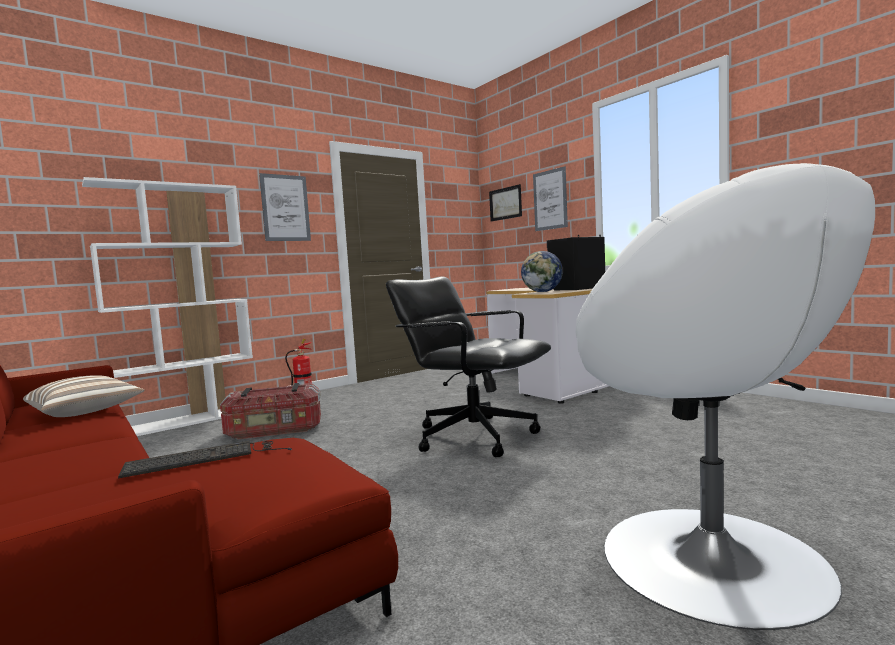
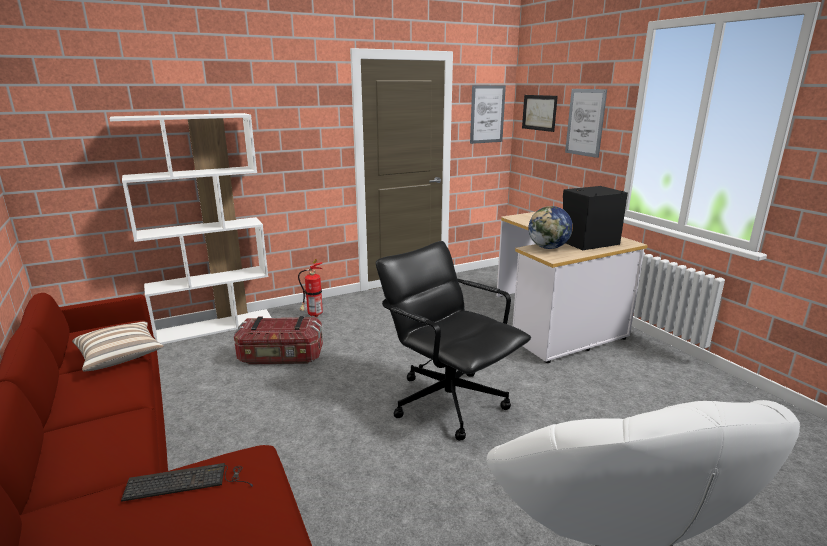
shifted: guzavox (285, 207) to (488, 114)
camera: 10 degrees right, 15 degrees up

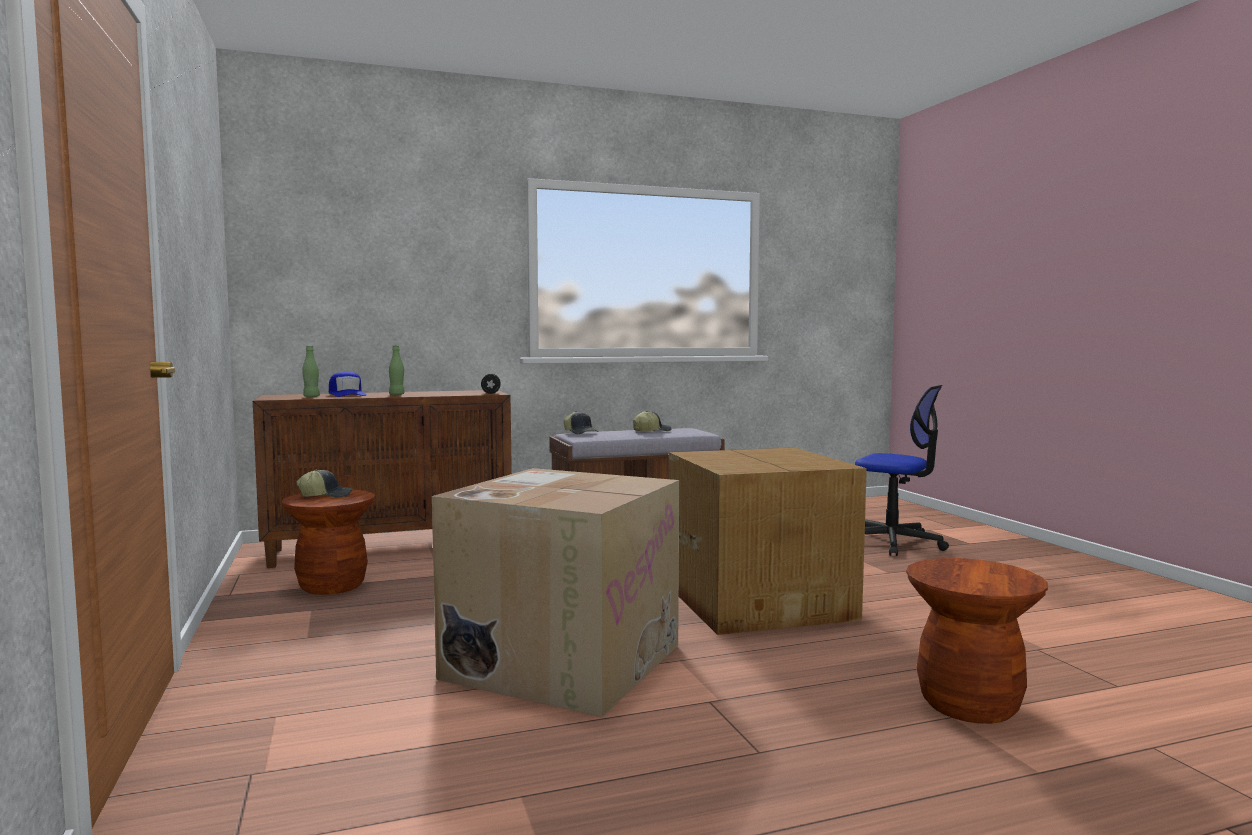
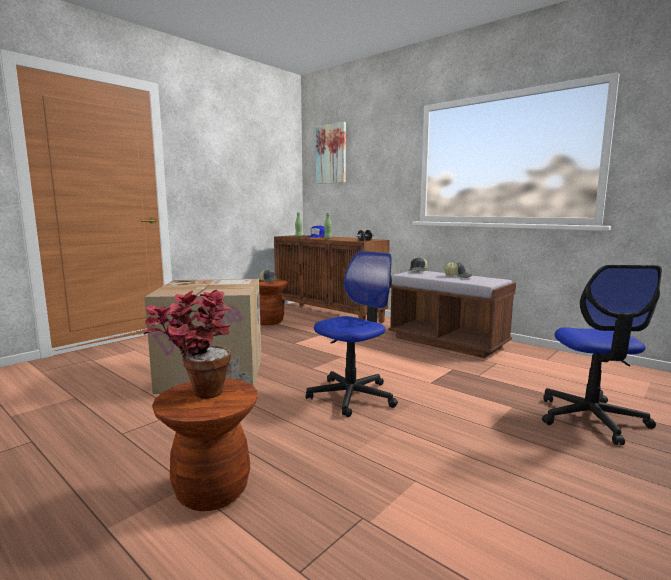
new: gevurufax (187, 344); guzavox (331, 153)
swapped: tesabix (768, 541) to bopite (352, 334)
camera: 60 degrees right, 5 degrees up

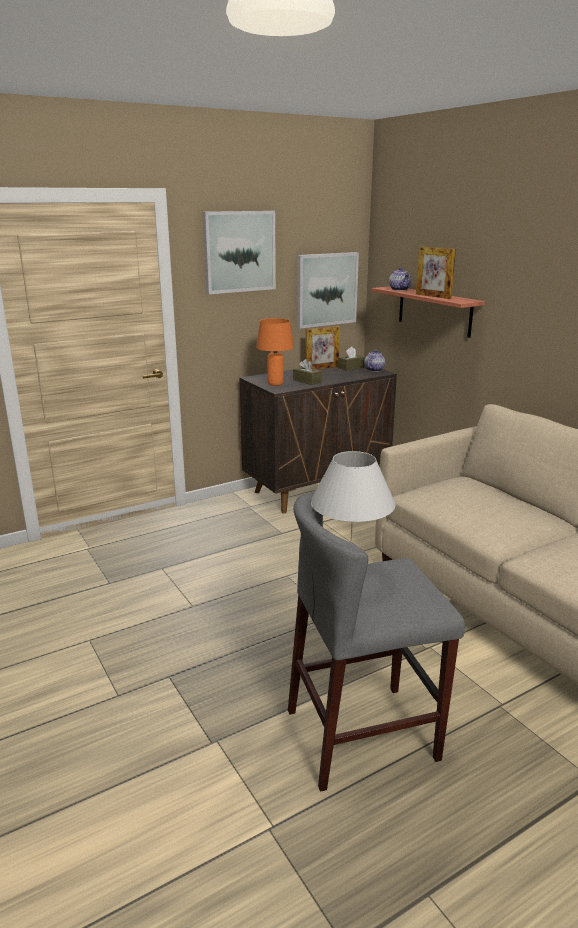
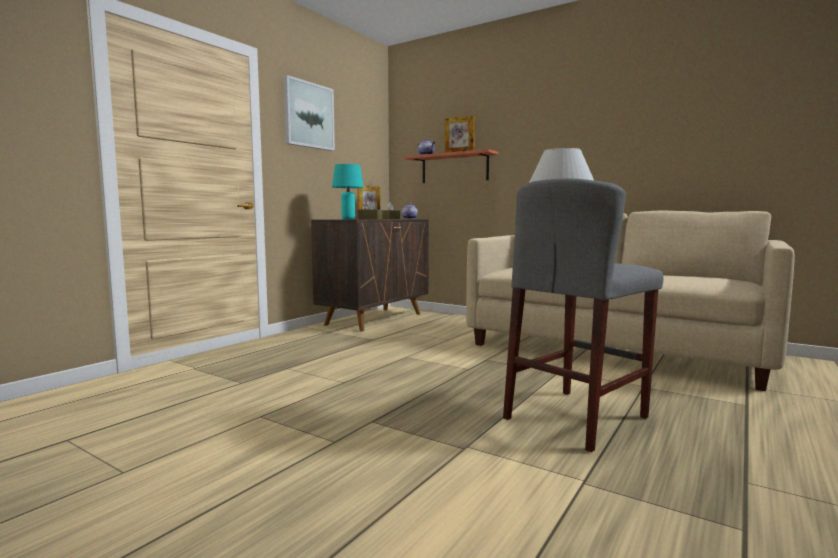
gone: guzavox (328, 290)
repainted: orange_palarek (275, 352) to turquoise_palarek (348, 191)
camera: 25 degrees left, 15 degrees down

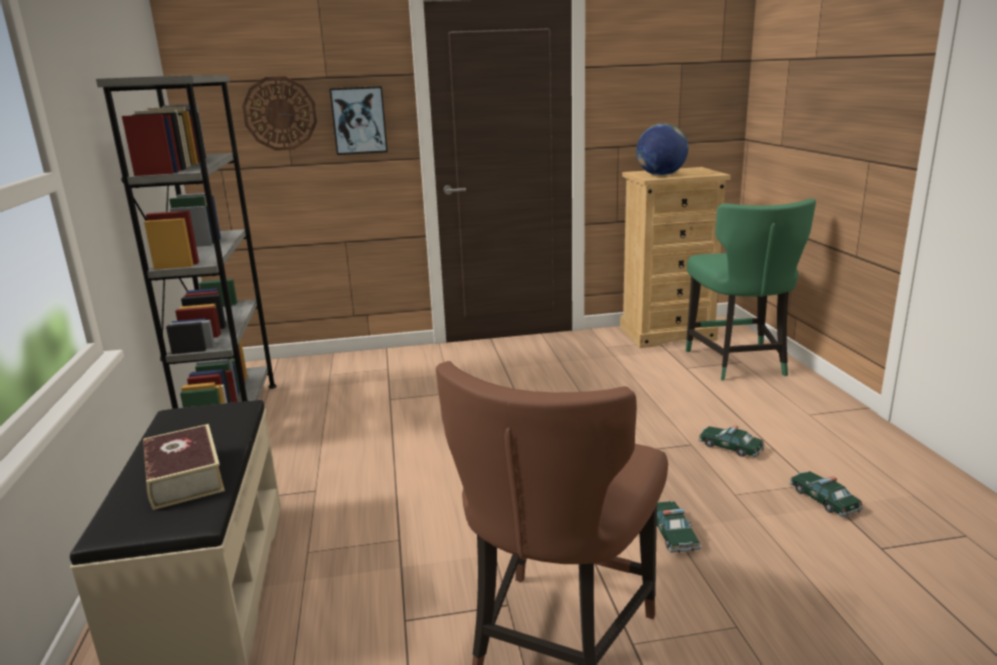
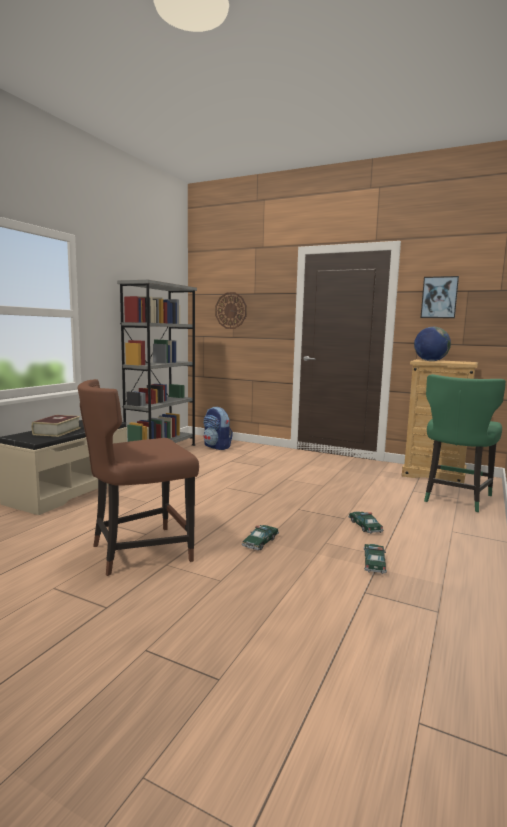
new: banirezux (218, 428)
shifted: guzavox (358, 120) to (440, 297)
camera: 35 degrees right, 10 degrees down

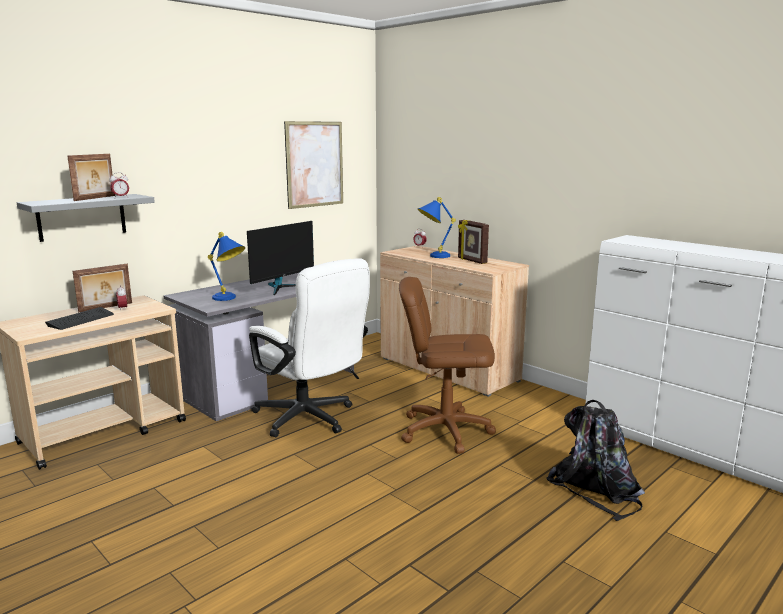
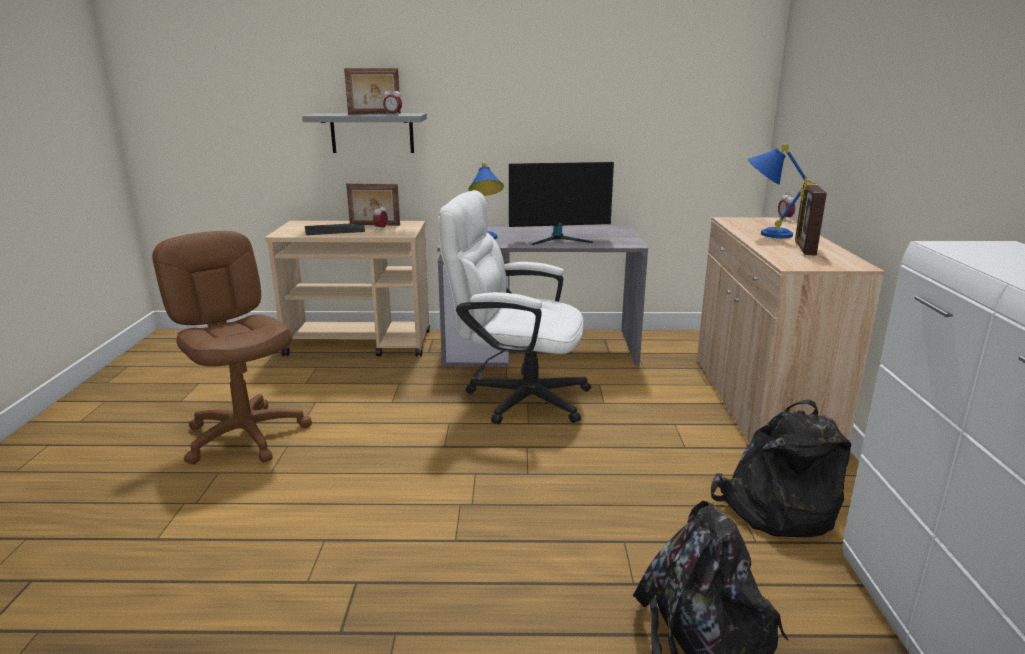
gone: guzavox (313, 165)
new: black_banirezux (781, 468)
shifted: brown_bopite (447, 365) to (232, 347)
rotated: white_bopite (309, 348) = (514, 307) 105 degrees clockwise
camera: 45 degrees right, 5 degrees up

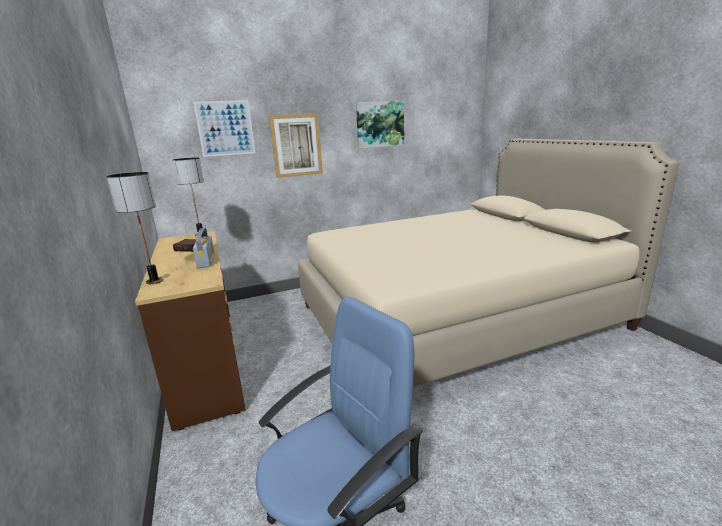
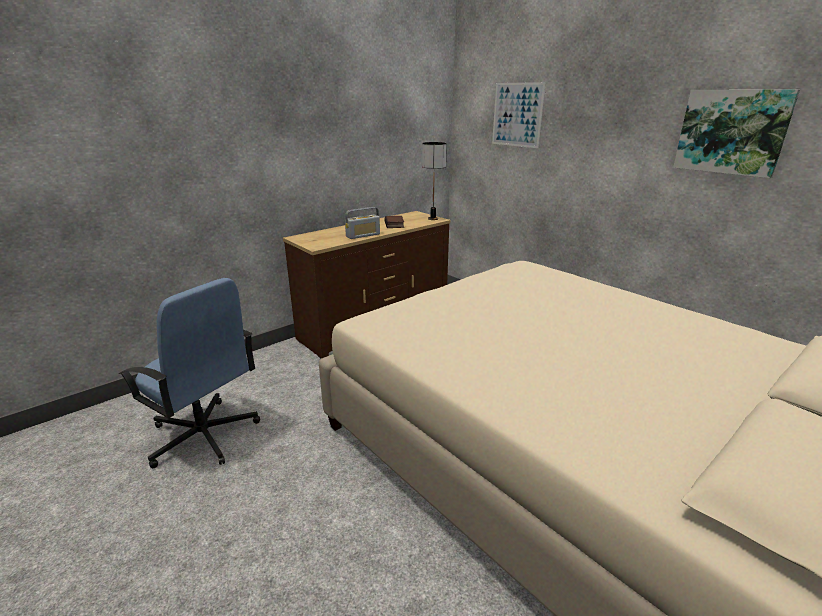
gone: palarek (135, 228); guzavox (296, 146)
camera: 70 degrees right, 5 degrees up

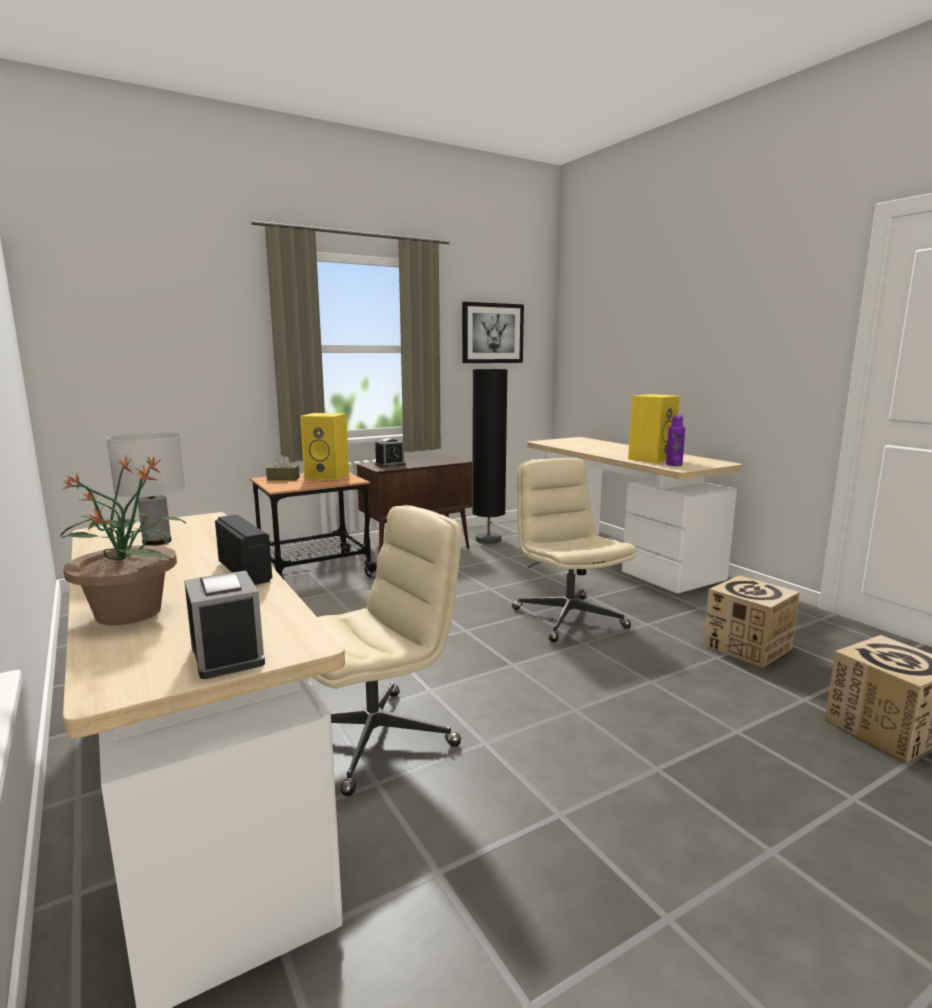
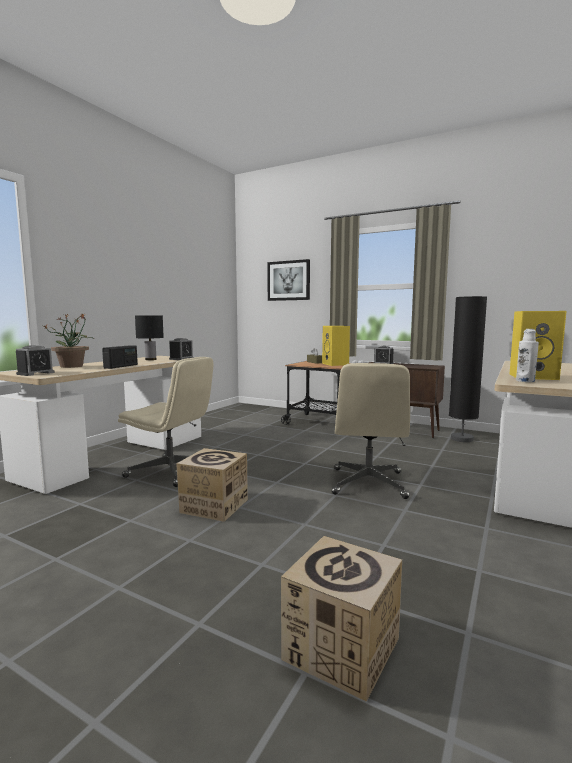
new: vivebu (181, 349)
shifted: tesabix (751, 621) to (212, 485); guzavox (493, 332) to (288, 280)
repainted: white_palarek (146, 489) to black_palarek (149, 338); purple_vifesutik (675, 440) to white_vifesutik (527, 355)
rotated: beige_bopite (574, 550) = (371, 431) 150 degrees clockwise
camera: 60 degrees right, 5 degrees down

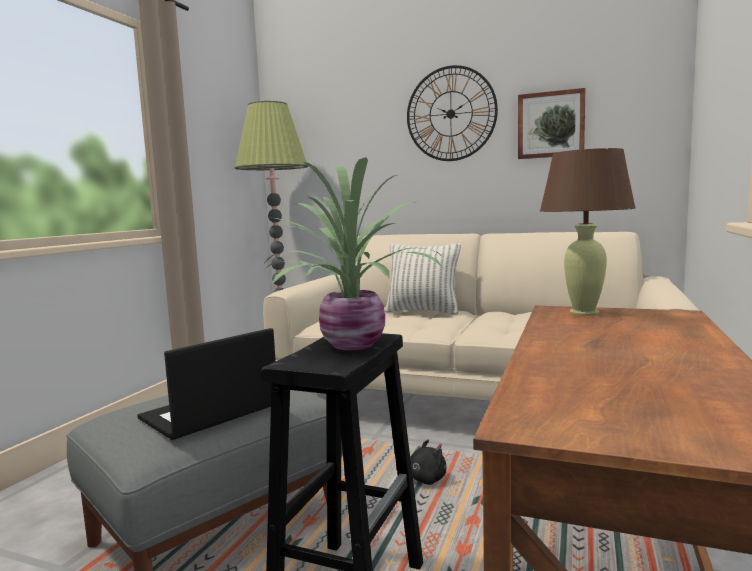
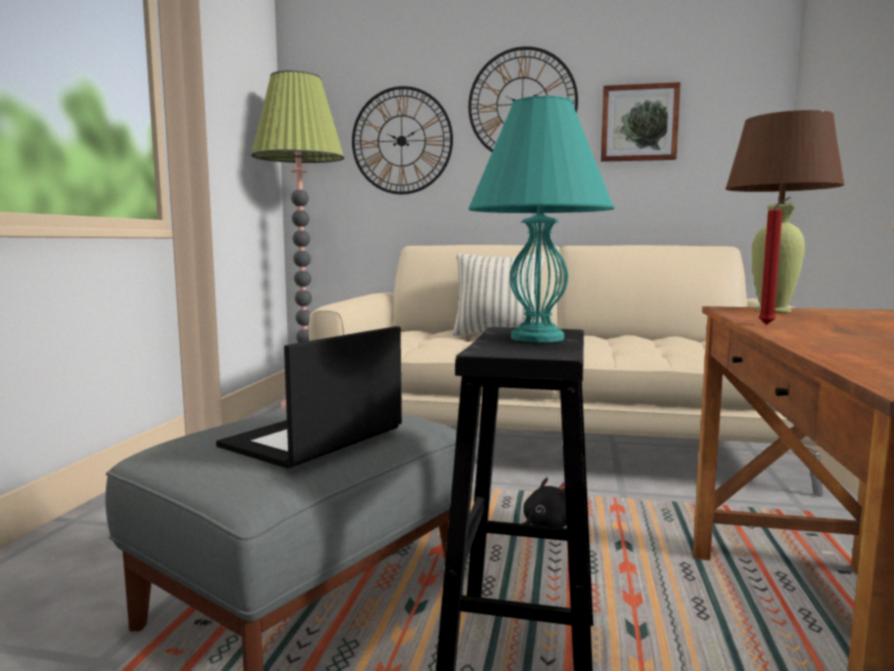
new: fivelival (402, 140); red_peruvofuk (775, 261)
swapped: gevurufax (353, 253) to turquoise_palarek (541, 219)
camera: 10 degrees left, 0 degrees up

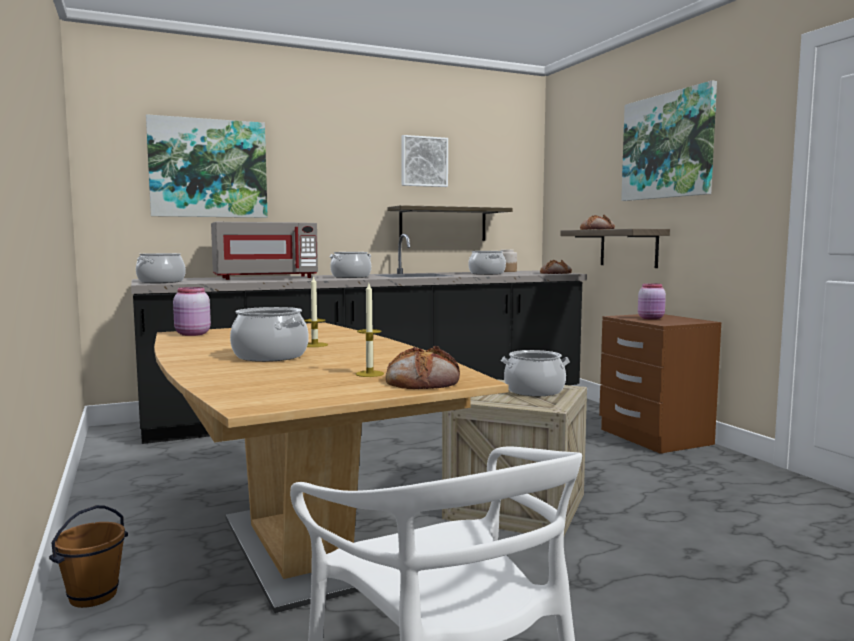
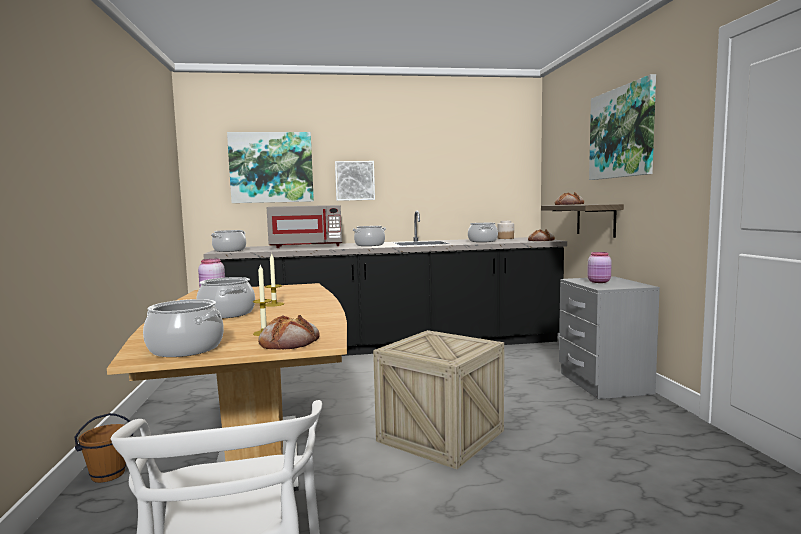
gone: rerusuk (450, 223)
shifted: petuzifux (535, 373) to (183, 328); guzavox (424, 161) to (355, 181)
repainted: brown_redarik (660, 384) to grey_redarik (609, 337)
camera: 15 degrees right, 0 degrees up

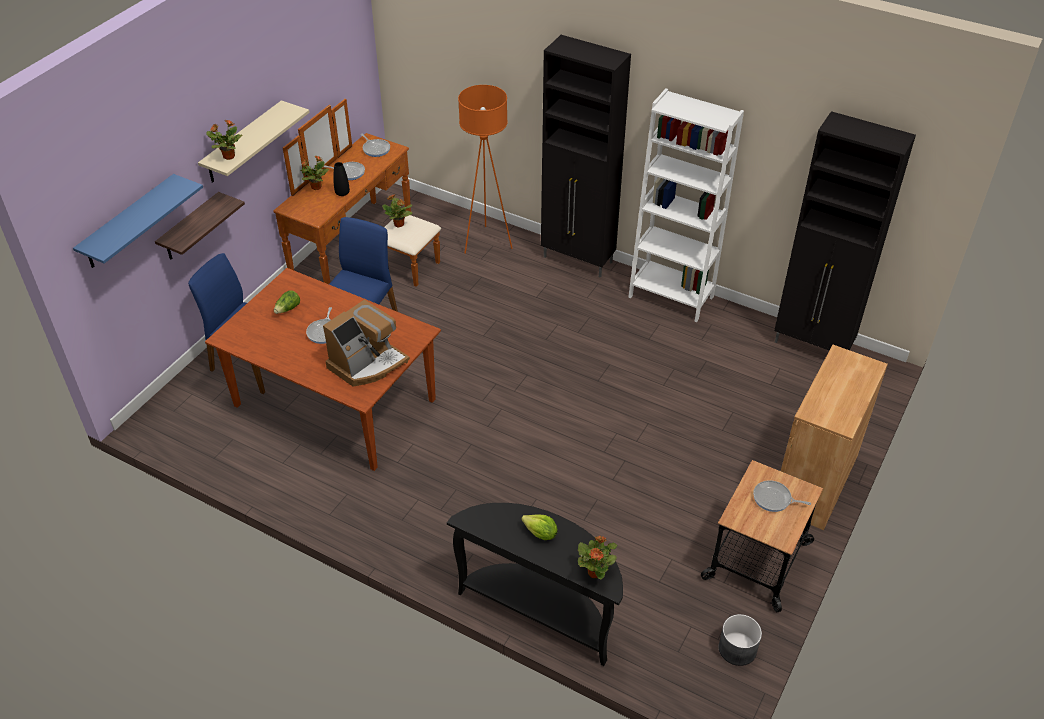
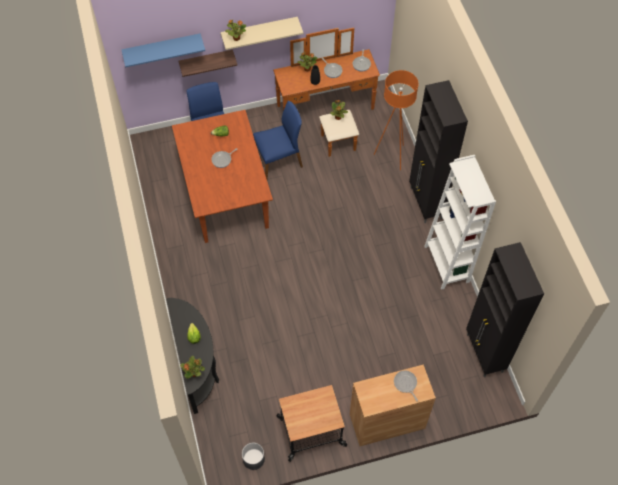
gone: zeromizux (366, 343)
shifted: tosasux (782, 496) to (406, 386)
camera: 45 degrees right, 15 degrees up

